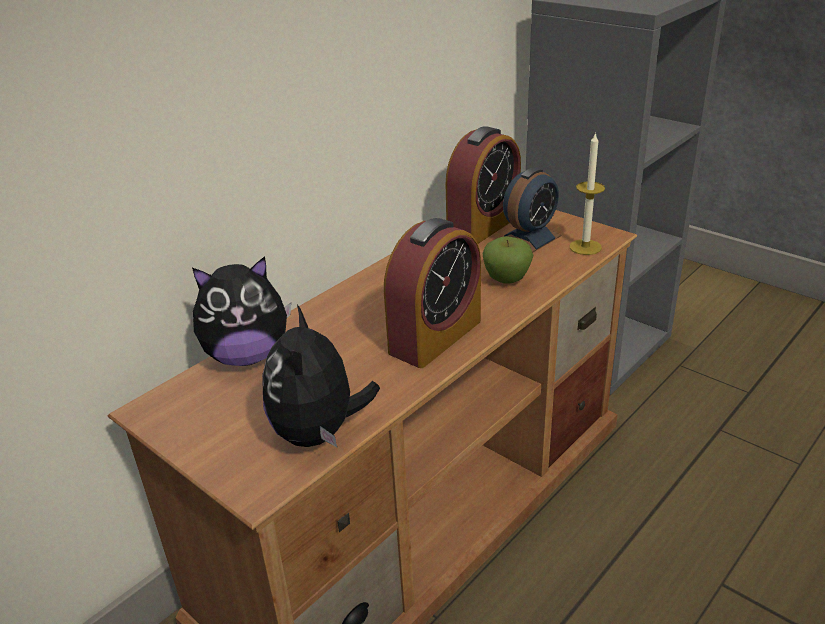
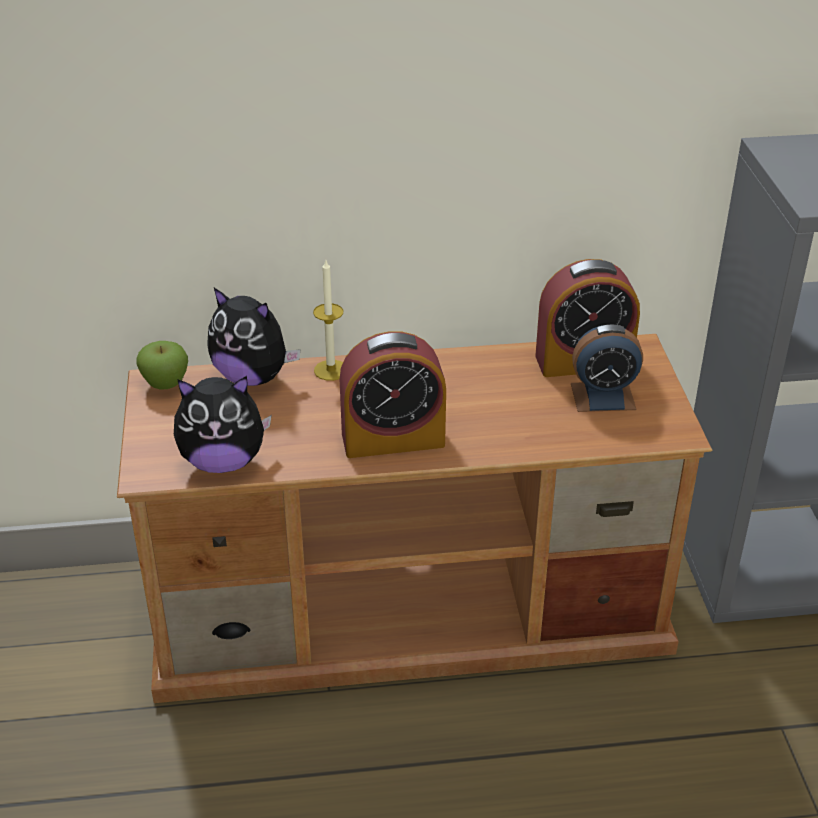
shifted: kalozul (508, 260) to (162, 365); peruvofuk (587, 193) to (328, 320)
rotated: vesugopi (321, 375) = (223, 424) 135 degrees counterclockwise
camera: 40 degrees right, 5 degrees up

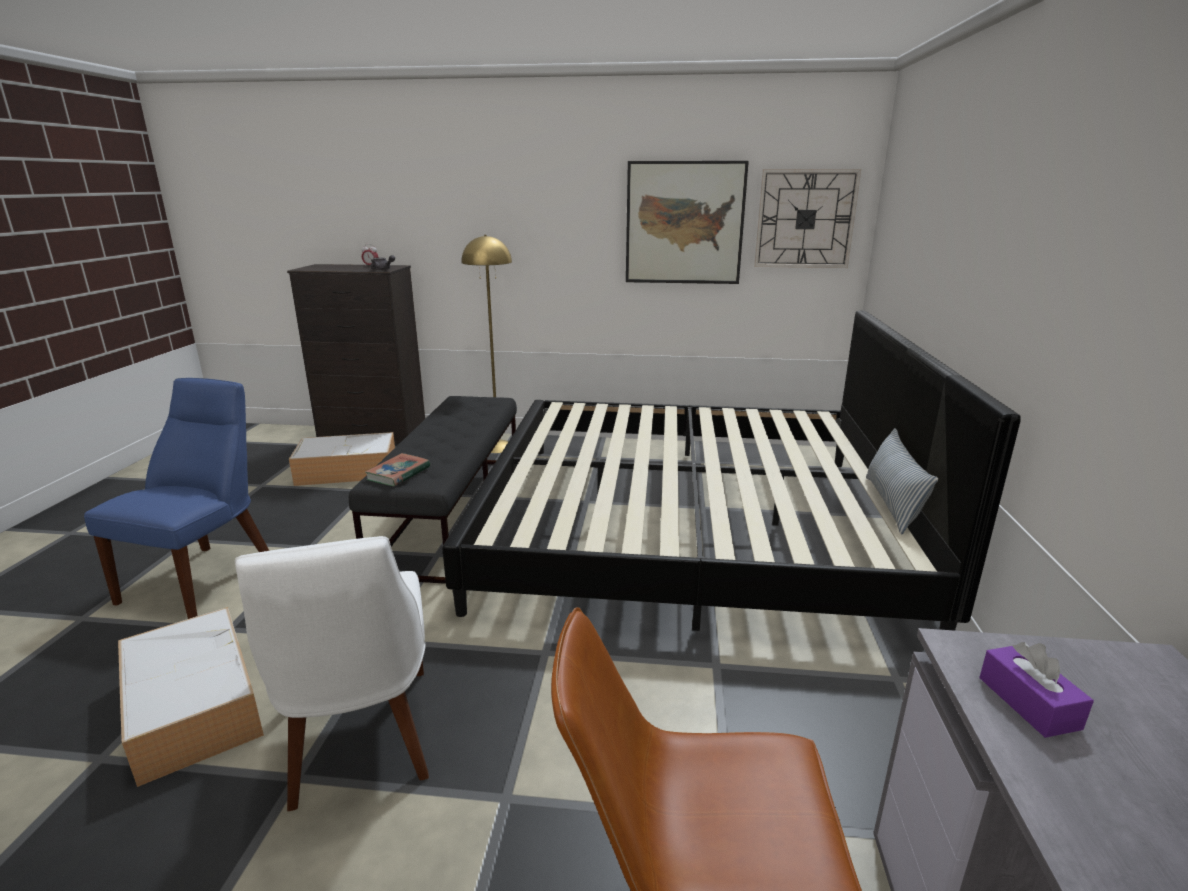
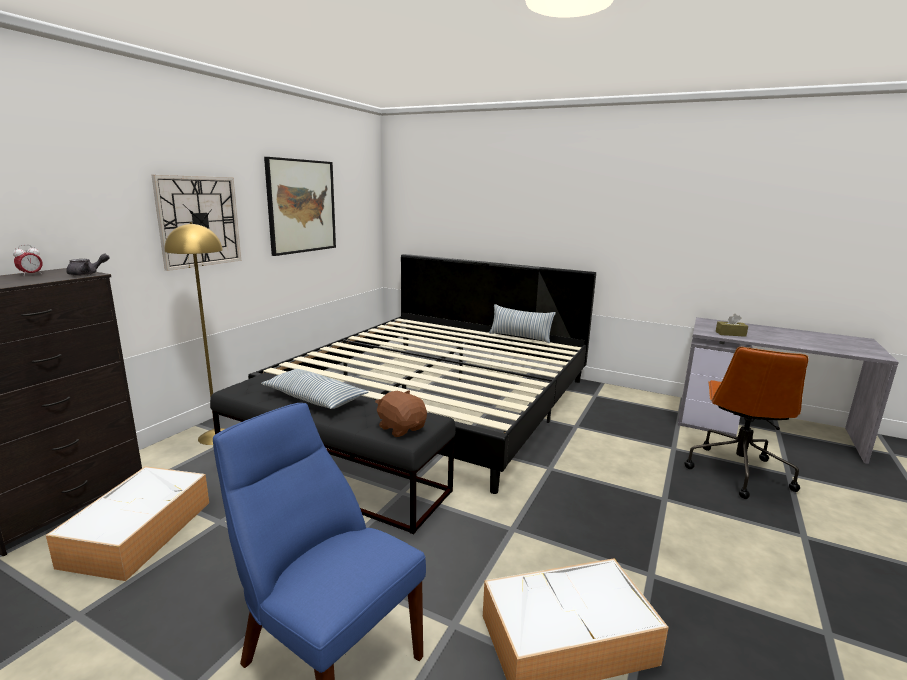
gone: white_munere (332, 673)
new: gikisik (315, 389)
shifted: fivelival (807, 218) to (196, 223)
swapped: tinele (397, 469) to brown_vesugopi (401, 413)
repainted: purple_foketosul (1036, 690) to brown_foketosul (732, 325)
camera: 70 degrees left, 5 degrees down

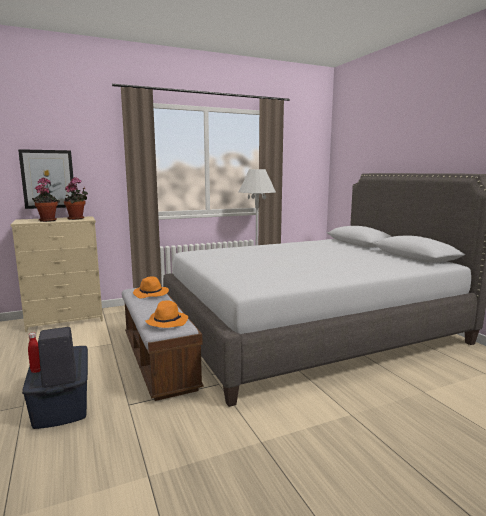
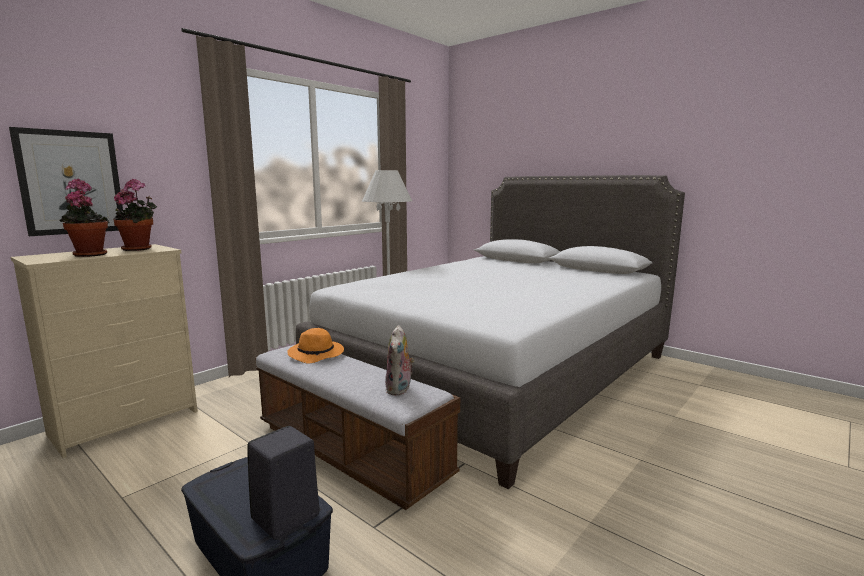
gone: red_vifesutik (34, 353)
swapped: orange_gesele (166, 314) to vesugopi (400, 360)
camera: 25 degrees left, 0 degrees up

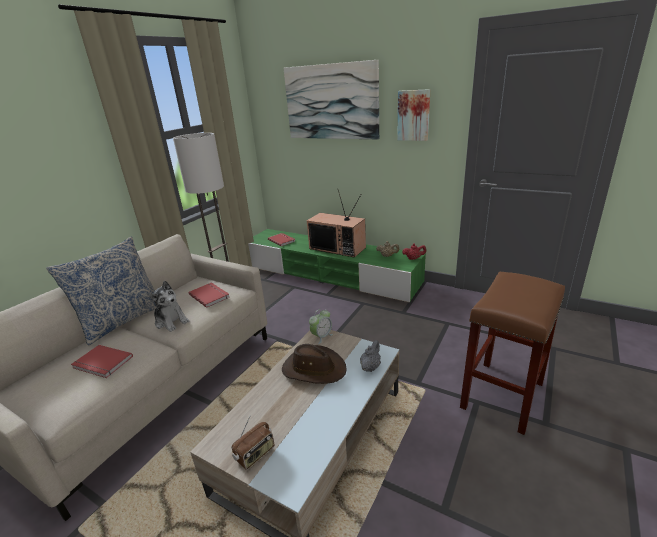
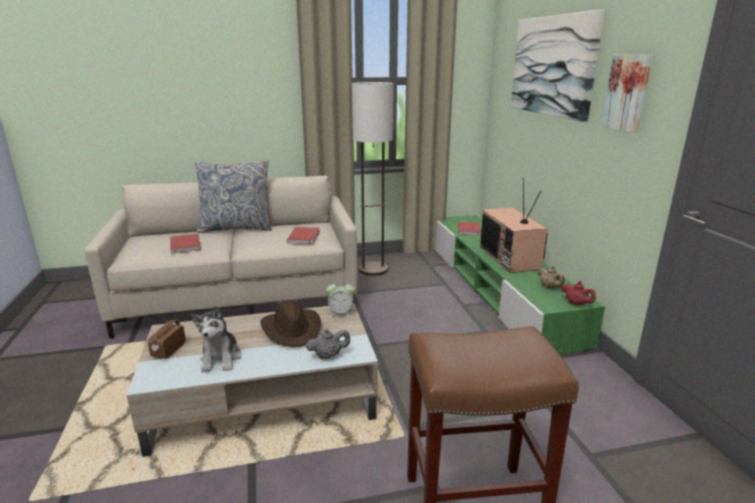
shifted: vesugopi (169, 306) to (216, 339)
rotated: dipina (253, 443) = (167, 338) 105 degrees clockwise
camera: 45 degrees right, 5 degrees down

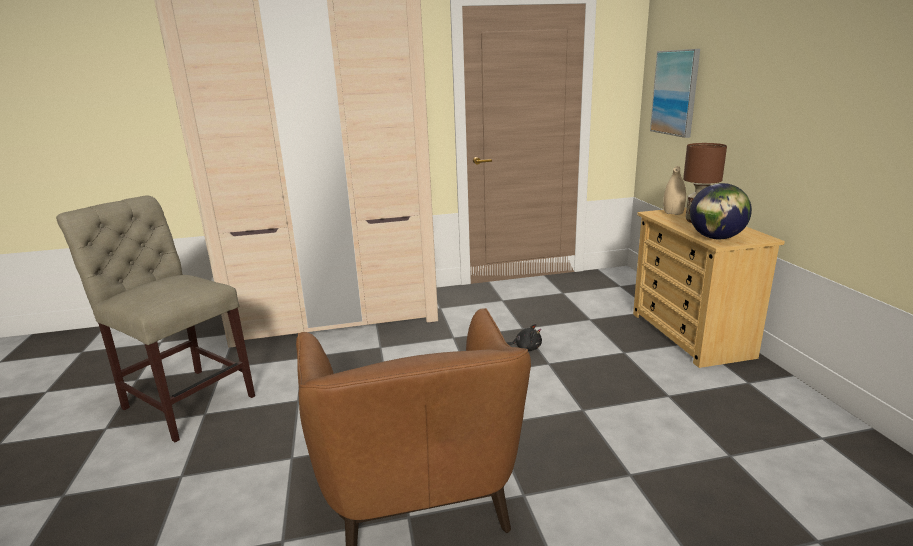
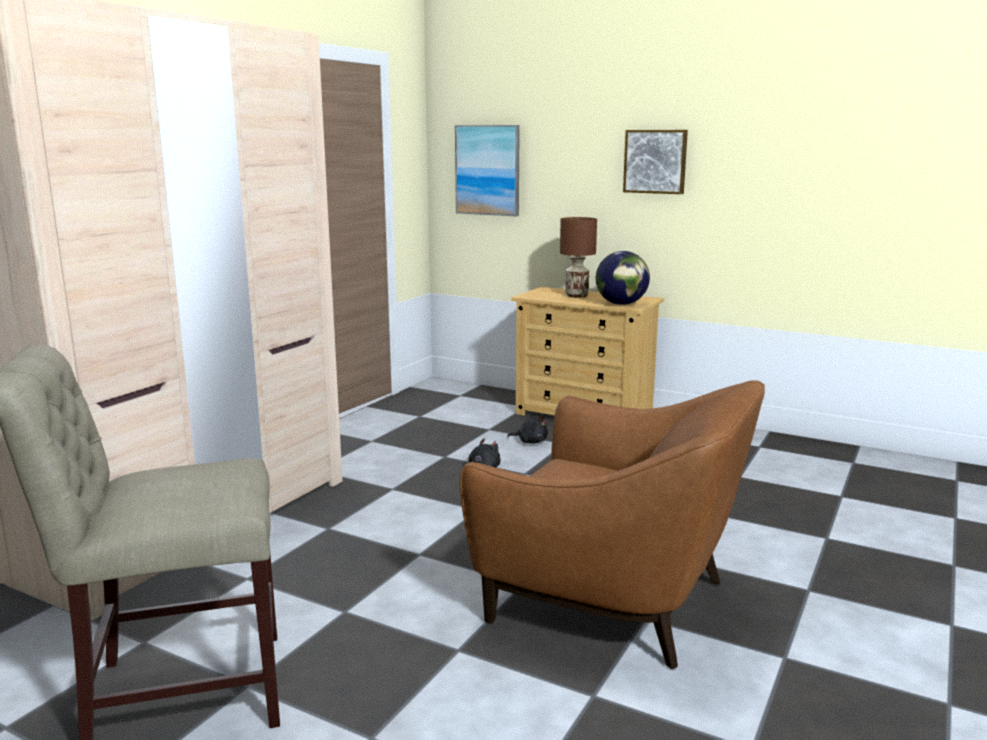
gone: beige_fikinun (674, 190)
new: black_vesugopi (527, 430); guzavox (655, 162)
camera: 50 degrees left, 5 degrees down

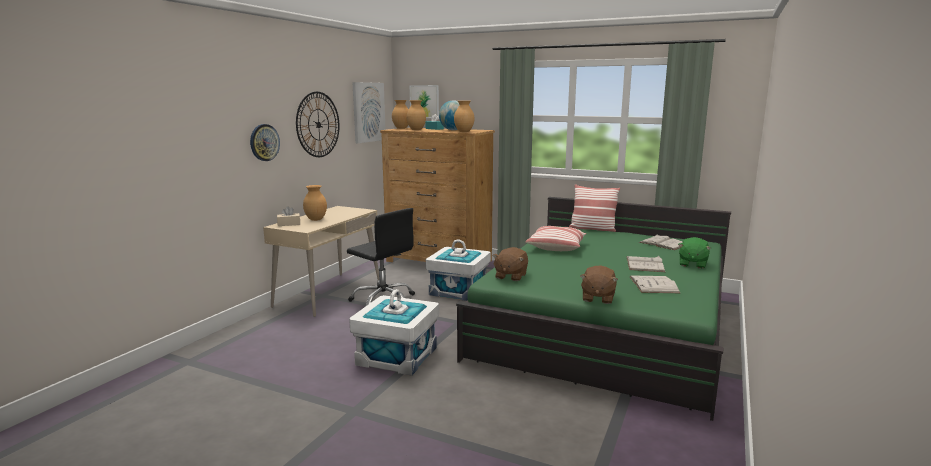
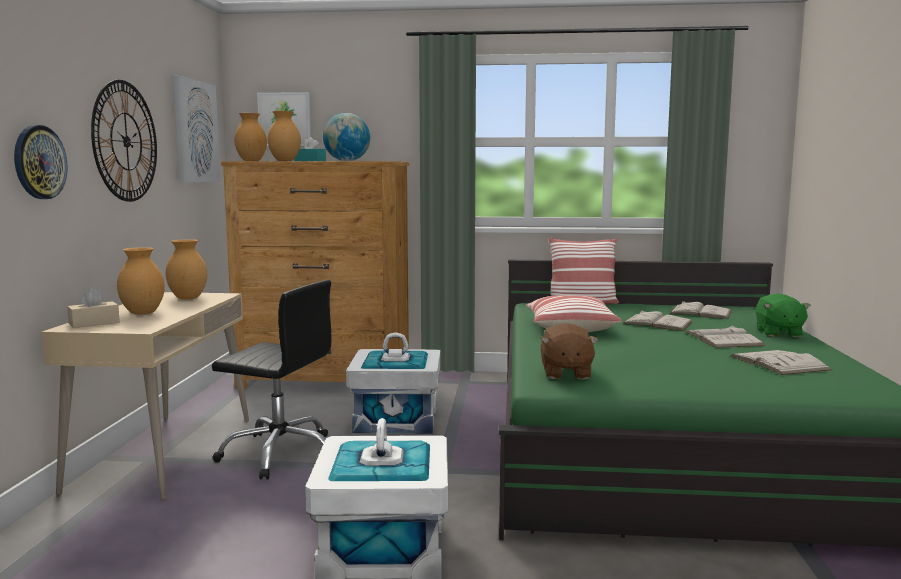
gone: brown_vesugopi (599, 284)
new: white_tinele (657, 320)
shifted: brown_fikinun (464, 116) to (186, 269)
camera: 20 degrees left, 5 degrees down

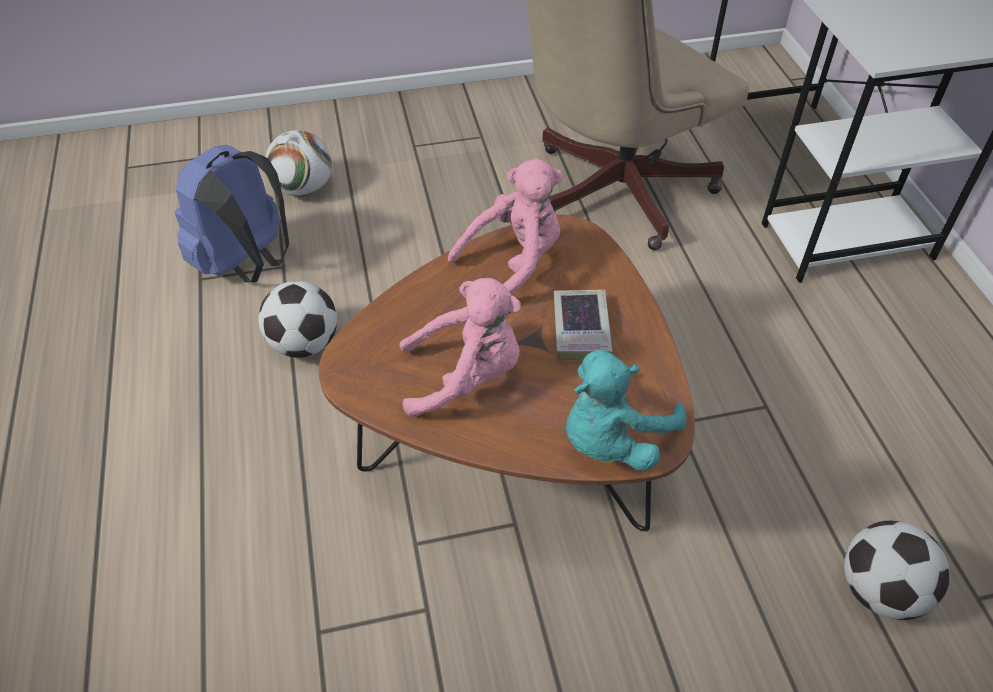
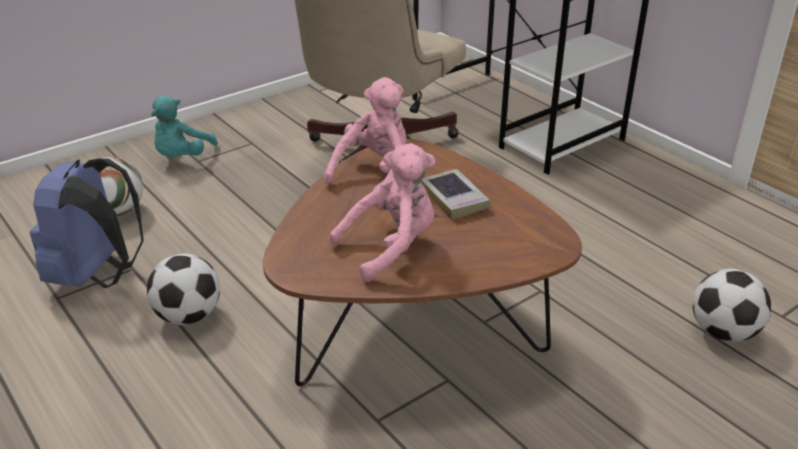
shifted: turquoise_vesugopi (626, 410) to (184, 126)
camera: 25 degrees left, 15 degrees down

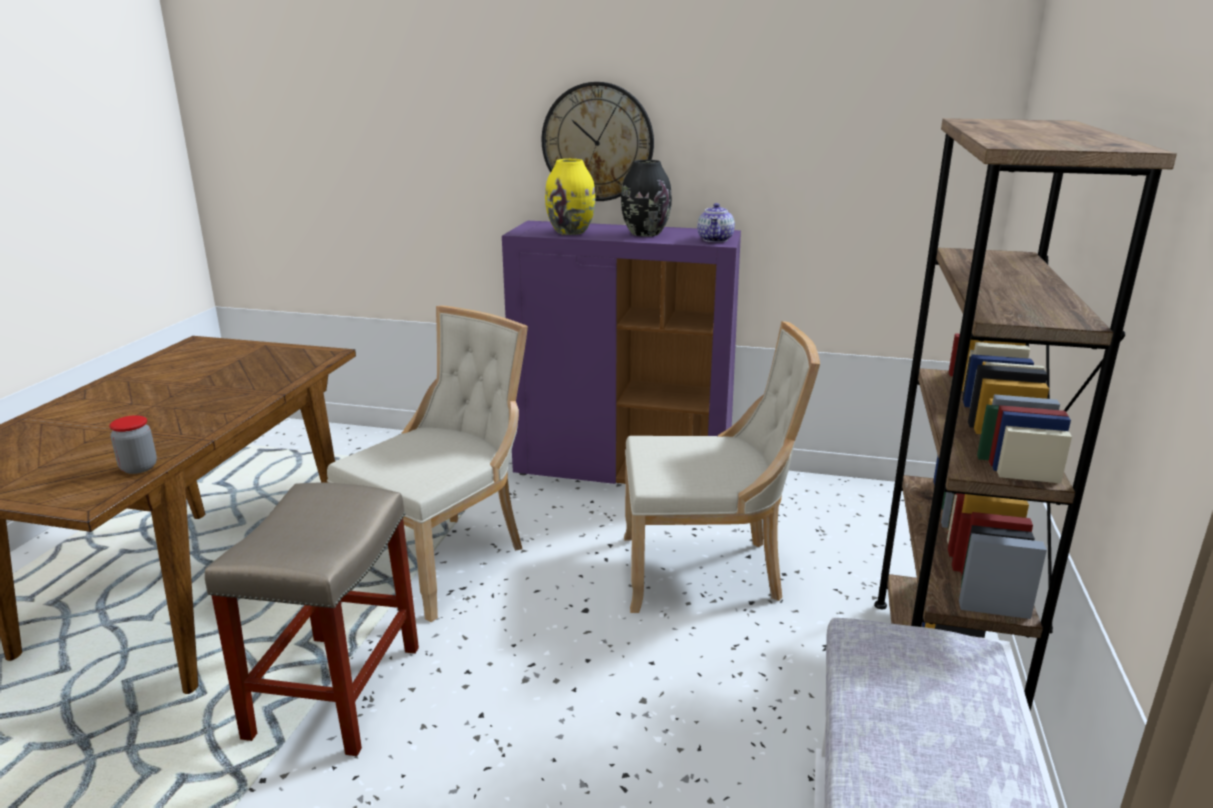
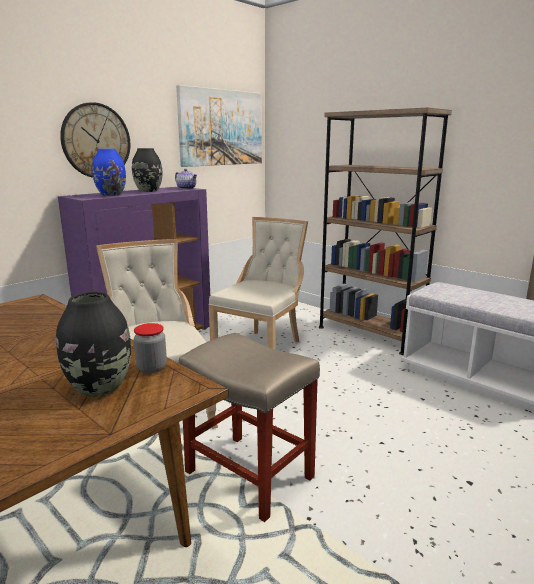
new: black_fikinun (93, 344); guzavox (219, 126)
repainted: yellow_fikinun (570, 197) to blue_fikinun (109, 172)
camera: 60 degrees left, 5 degrees down

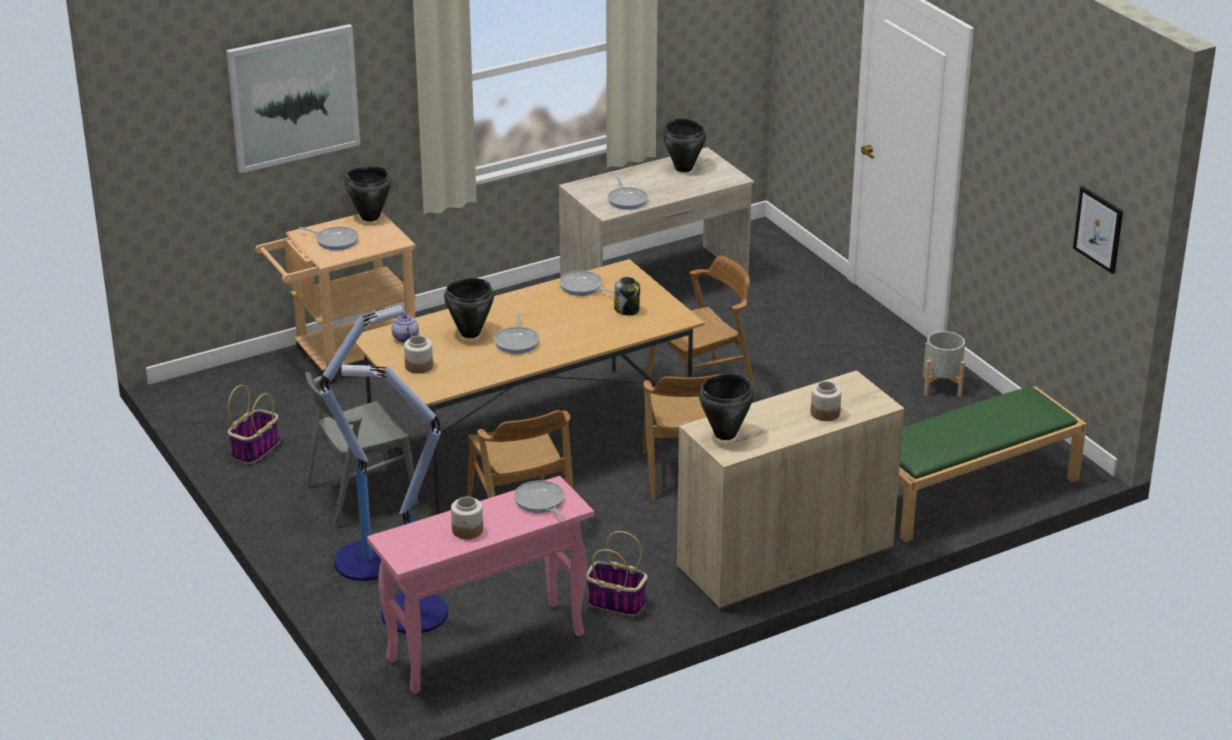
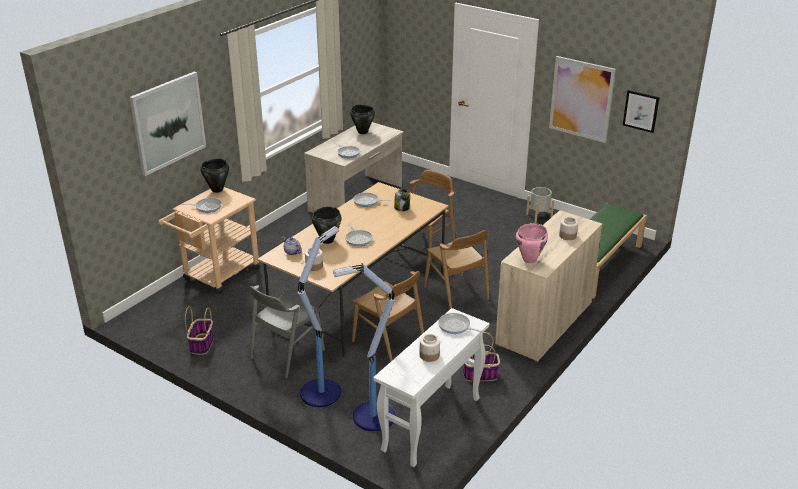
new: guzavox (582, 99)
repainted: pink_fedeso (480, 585) to white_fedeso (431, 387); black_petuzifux (726, 407) to pink_petuzifux (532, 243)
camera: 25 degrees left, 0 degrees up

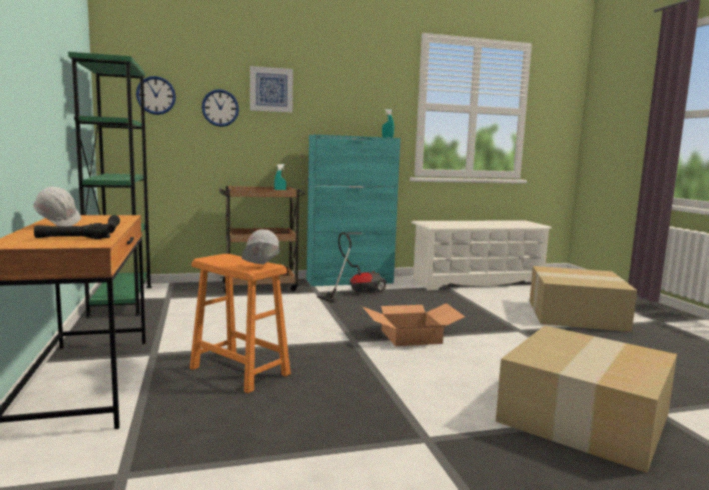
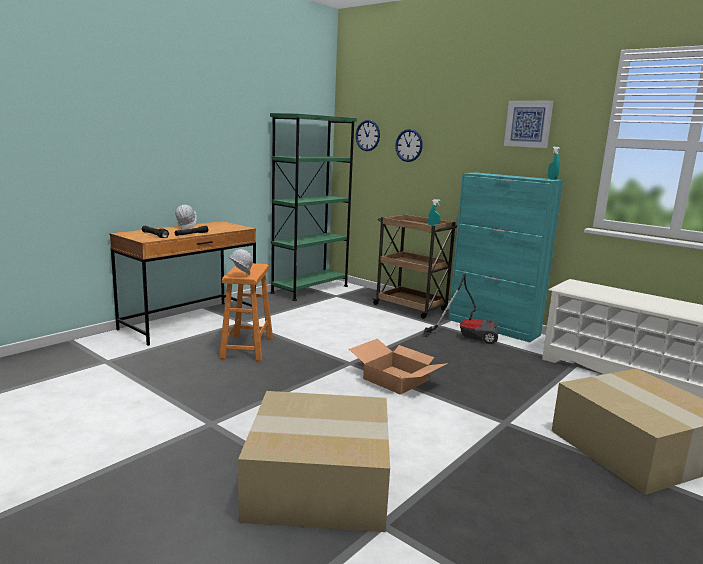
shifted: guzavox (271, 89) to (528, 124)
camera: 55 degrees right, 5 degrees up

